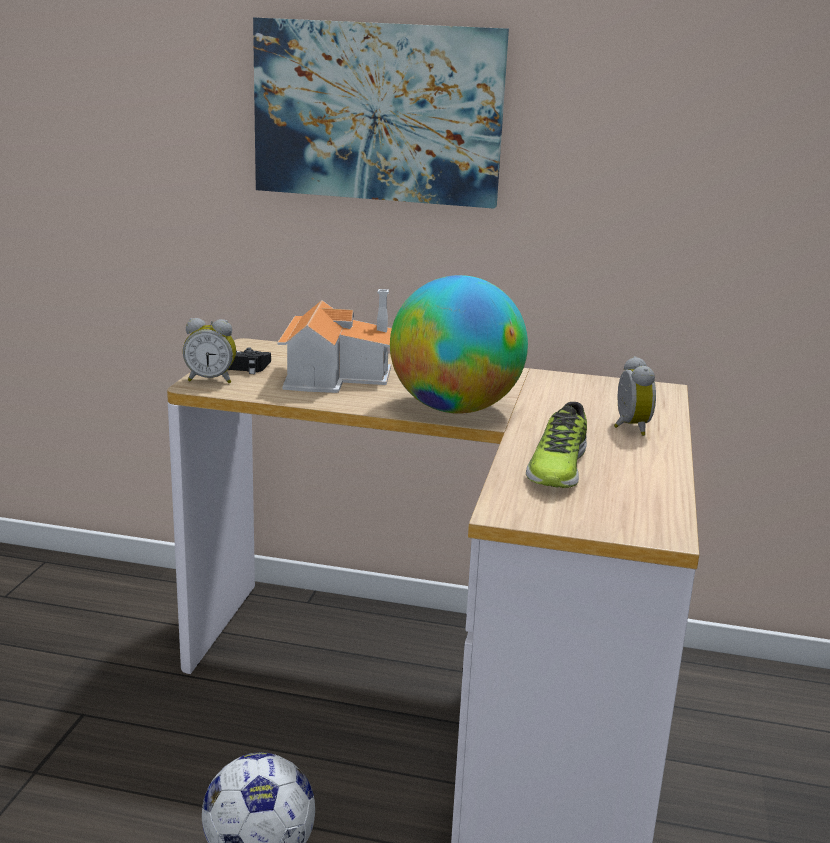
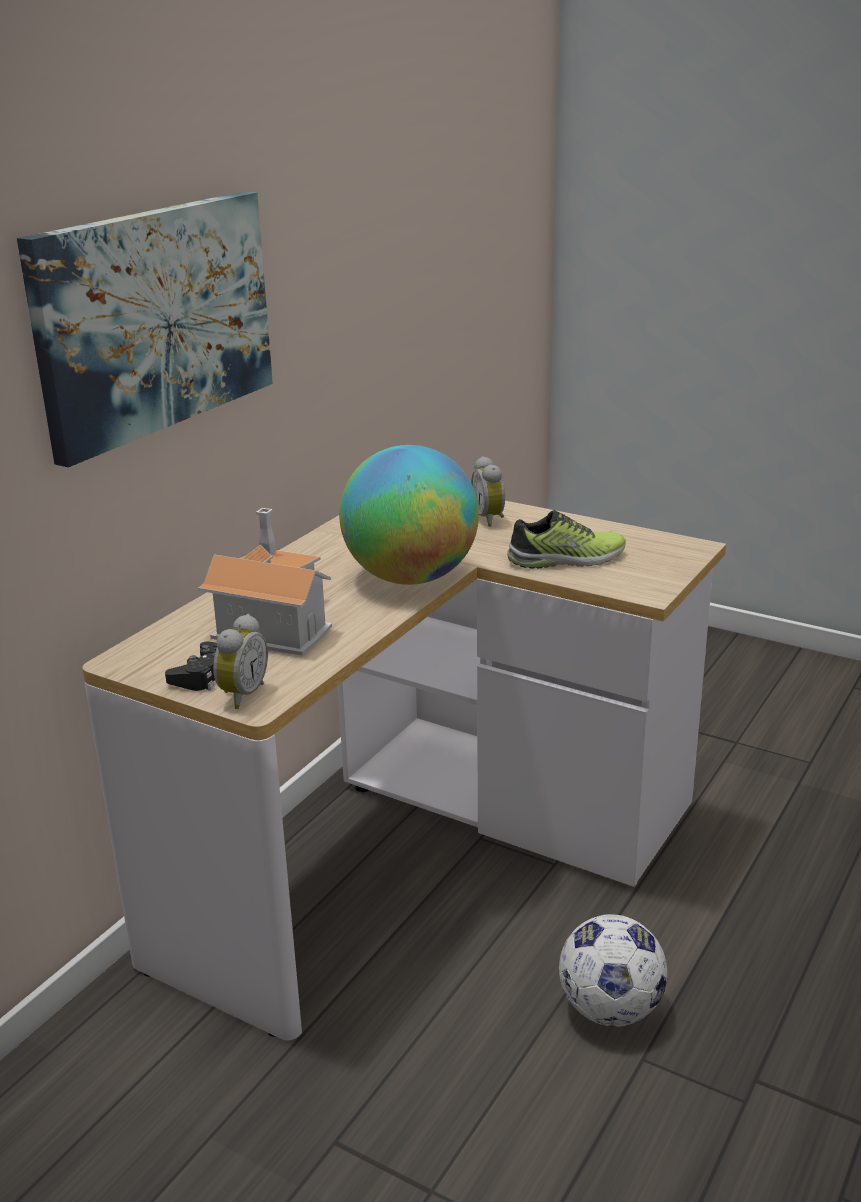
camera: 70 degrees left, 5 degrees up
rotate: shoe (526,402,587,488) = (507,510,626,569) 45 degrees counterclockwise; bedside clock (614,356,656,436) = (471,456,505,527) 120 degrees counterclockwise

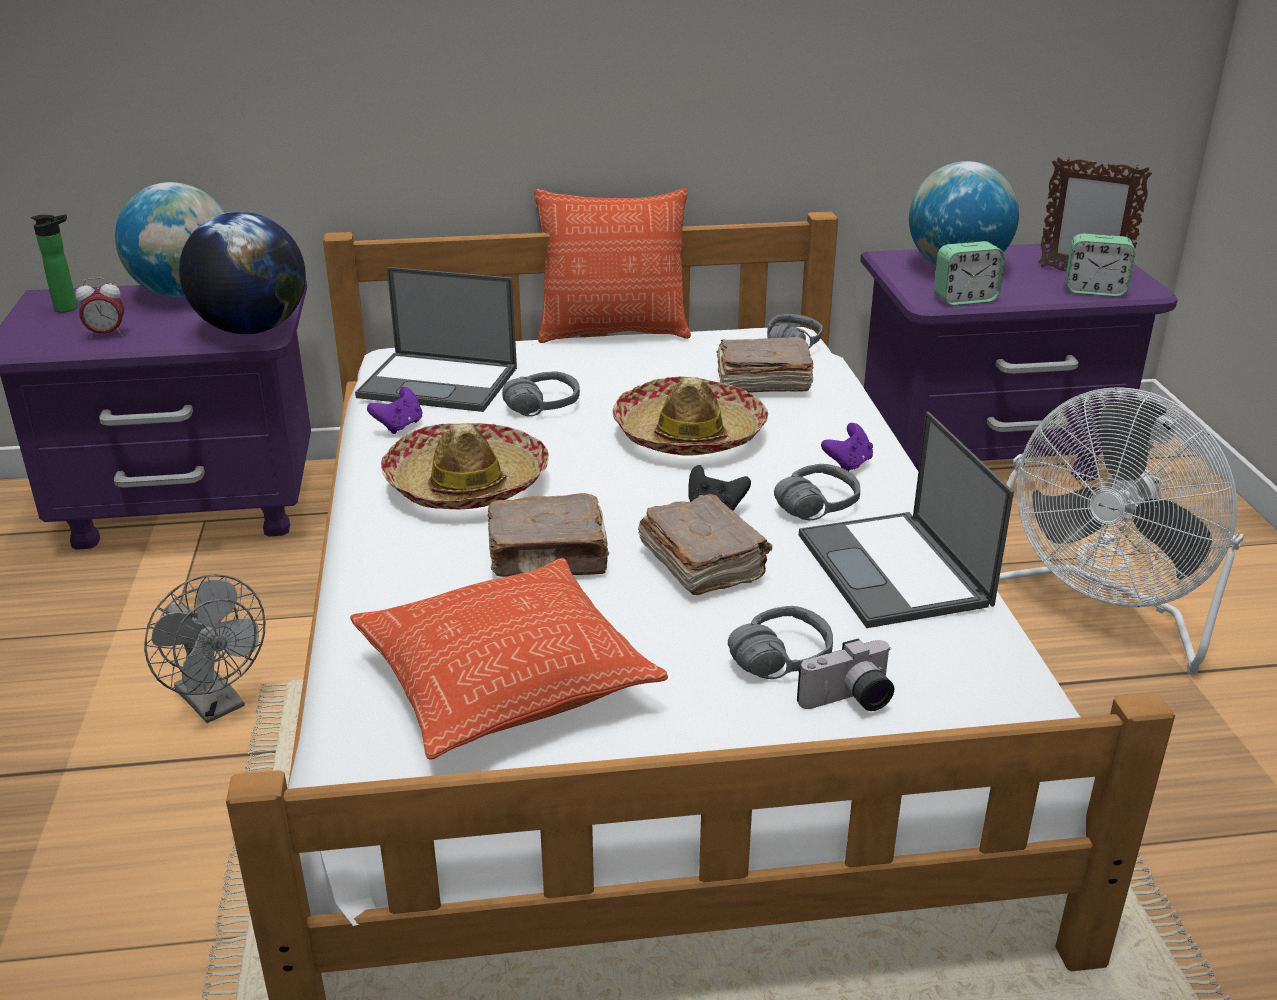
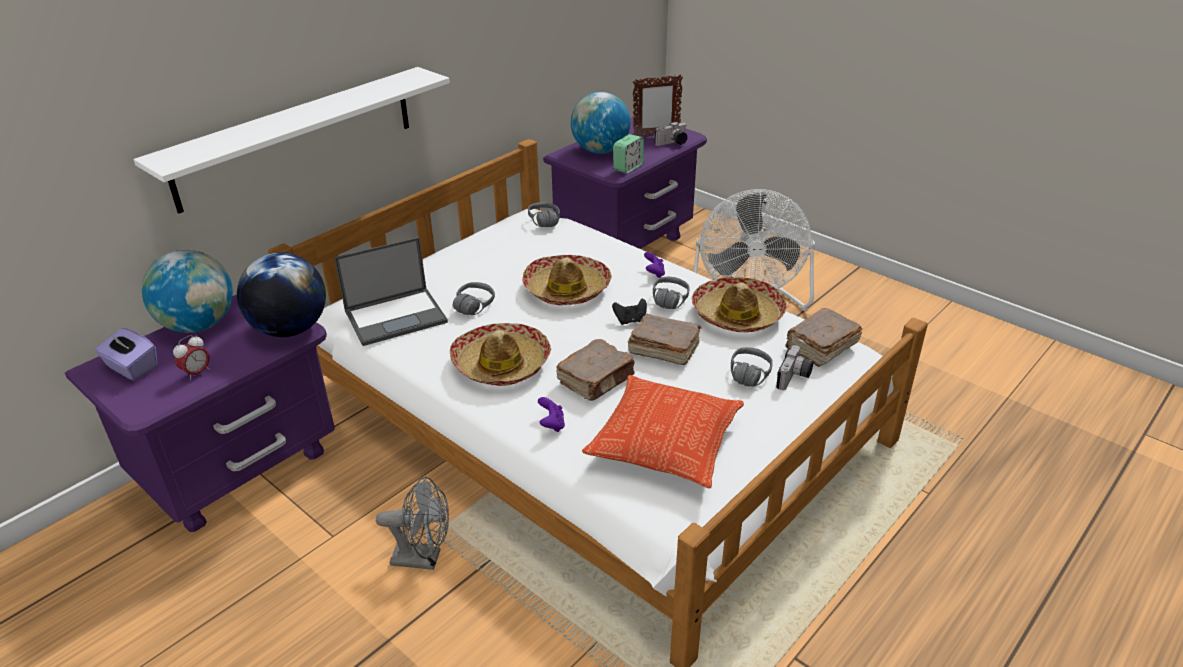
camera: 40 degrees left, 5 degrees up
delete: orange cushion (534,188,691,343)
insert: white-coloured shelf (133,67,450,214)
move: purple-coloured game controller (367,387,422,434) to (538,397,565,432); brownish bound book (717,337,813,393) to (785,308,862,367)
replace: drink bottle (31,214,78,313) to purple-coloured box of tissues (95,328,157,381); notebook computer (799,411,1014,628) to hat (692,277,787,332); bedside clock (1066,234,1135,297) to still camera (655,122,688,146)

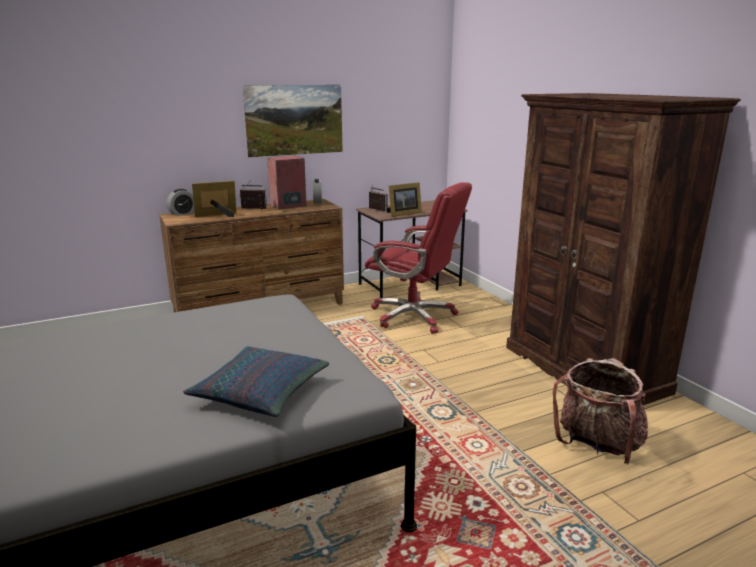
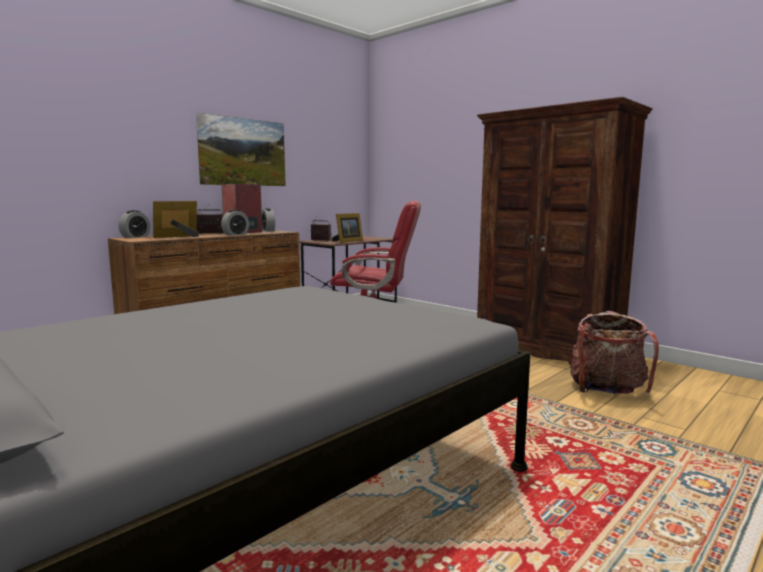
camera: 20 degrees left, 10 degrees down
delete: blue-coloured cushion (183,346,329,417)
insert: bedside clock (221,210,249,235)

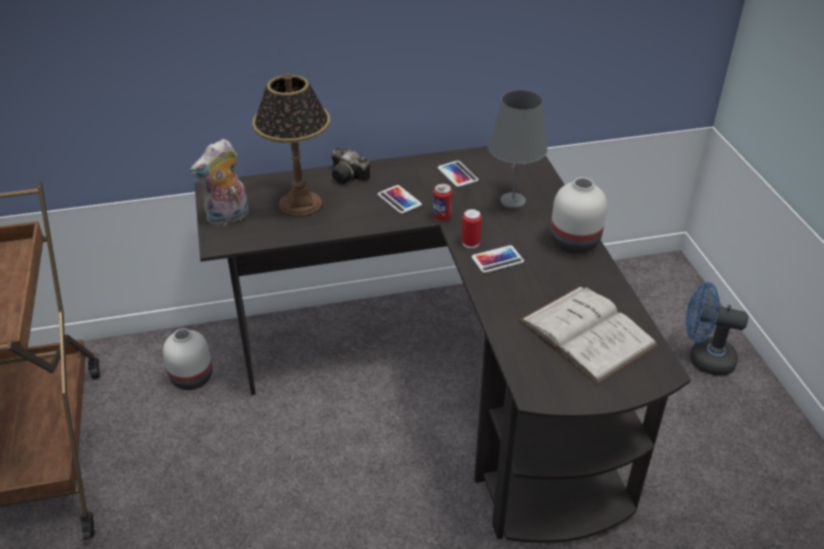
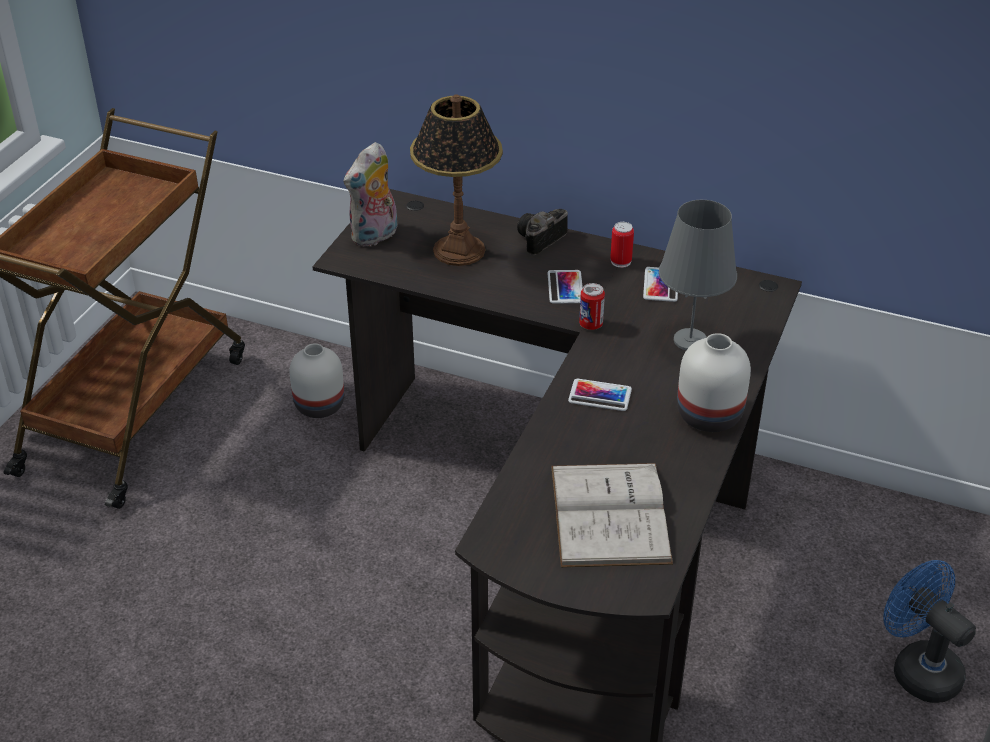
camera: 35 degrees right, 0 degrees up
move: sealed can (462,209,482,248) to (610,222,634,268)
rotate: soft toy (190,139,249,226) = (344,142,398,247) 45 degrees counterclockwise; still camera (331,148,370,184) = (517,209,568,255) 60 degrees clockwise

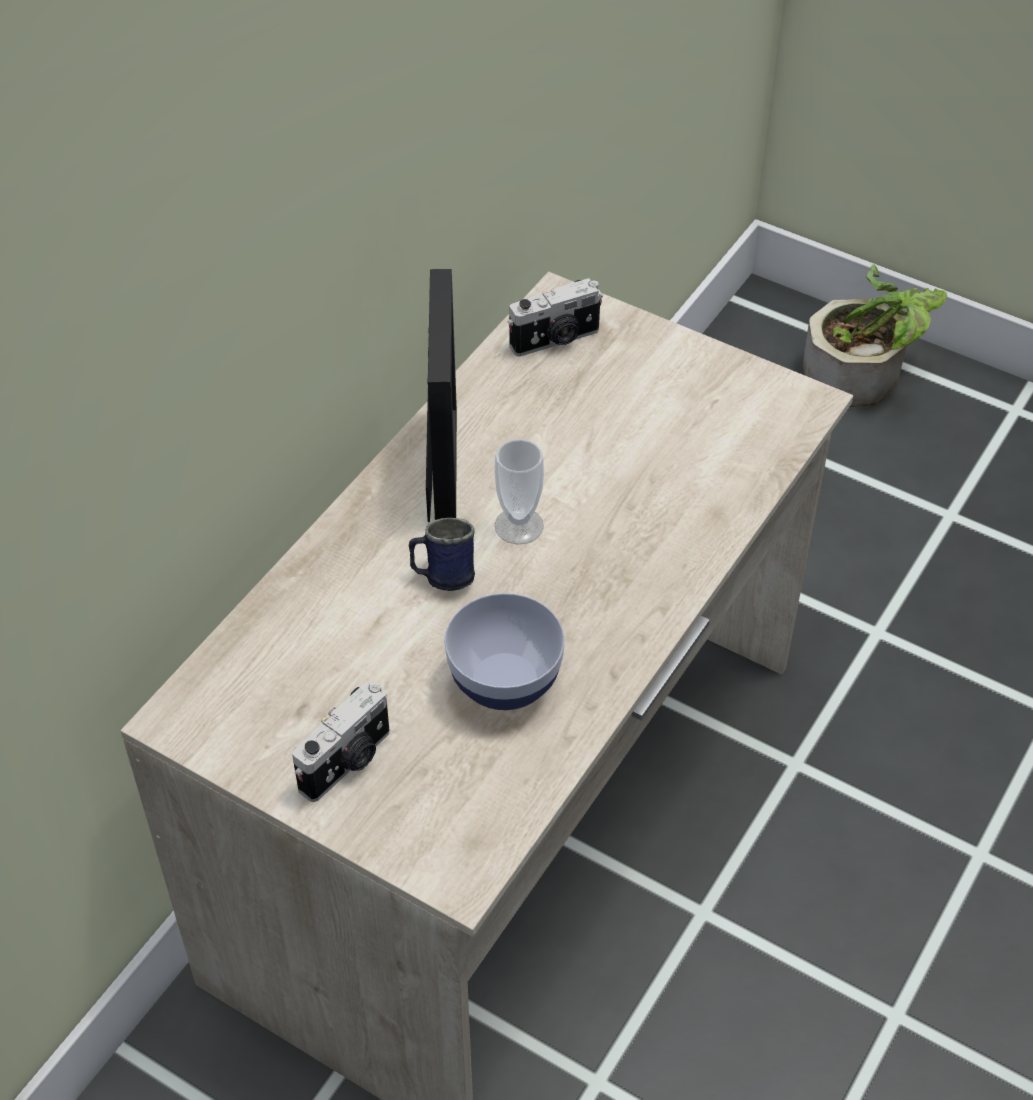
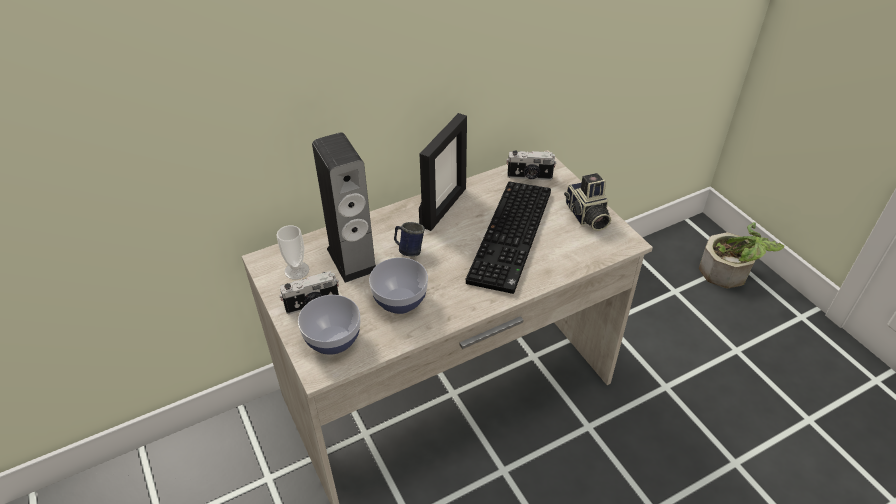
camera: 30 degrees right, 5 degrees down
insert: serving bowl (298,295,361,354); audio speaker (312,132,376,283); keyboard (466,181,551,294); still camera (564,173,611,231)
move: cup (495,439,544,545) to (277,225,309,279)

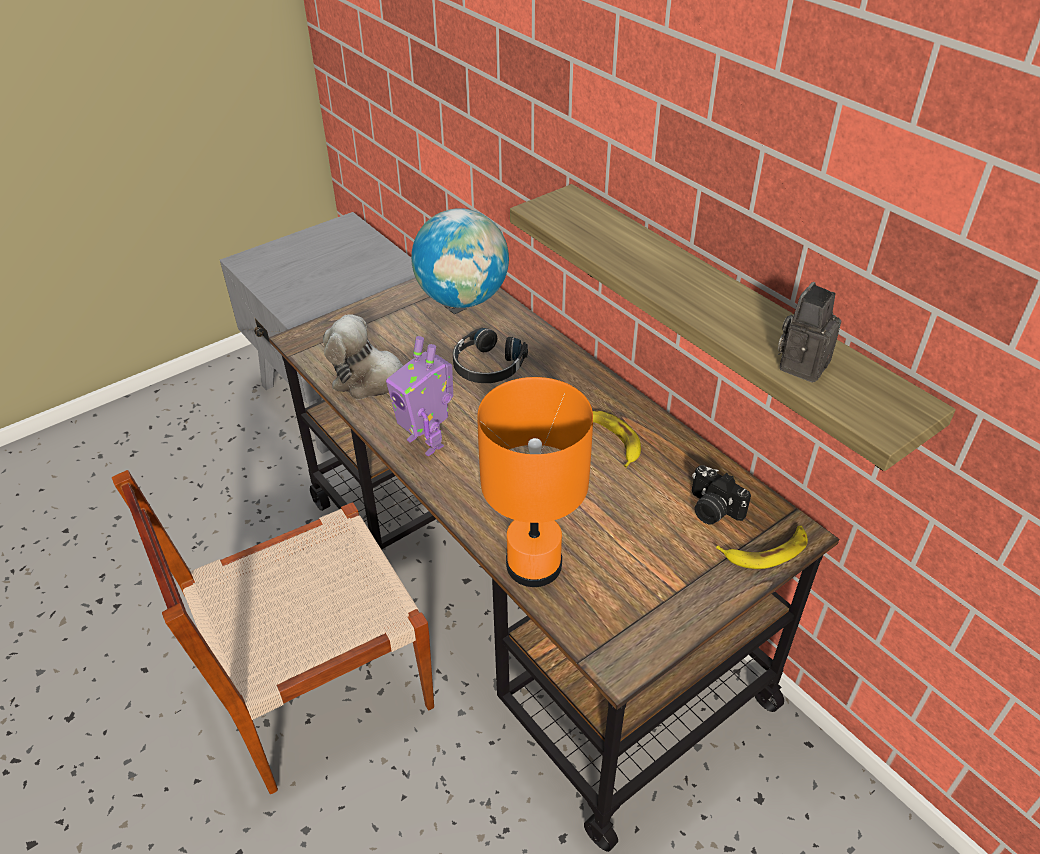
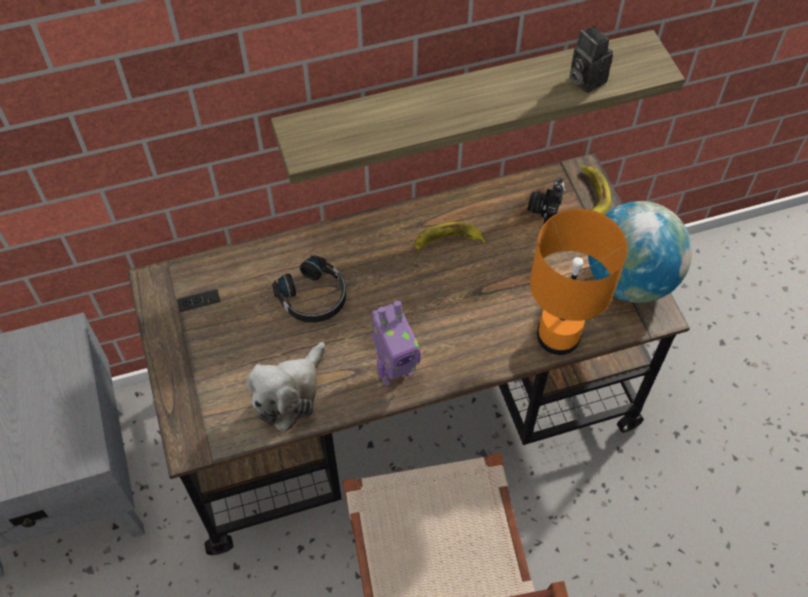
camera: 70 degrees left, 15 degrees up
move: world globe (411,208,509,308) to (588,201,692,303)
rotate: still camera (692,465,751,525) = (527,178,565,225) 135 degrees clockwise

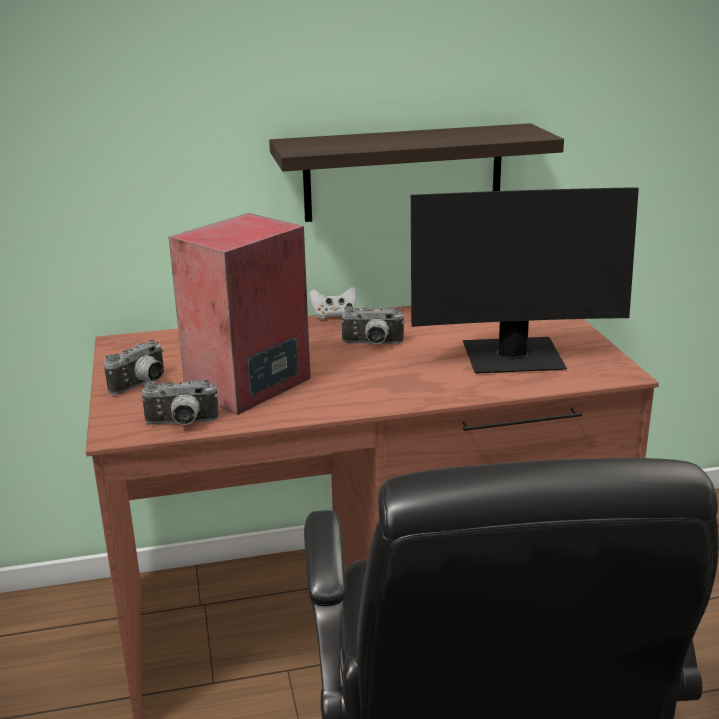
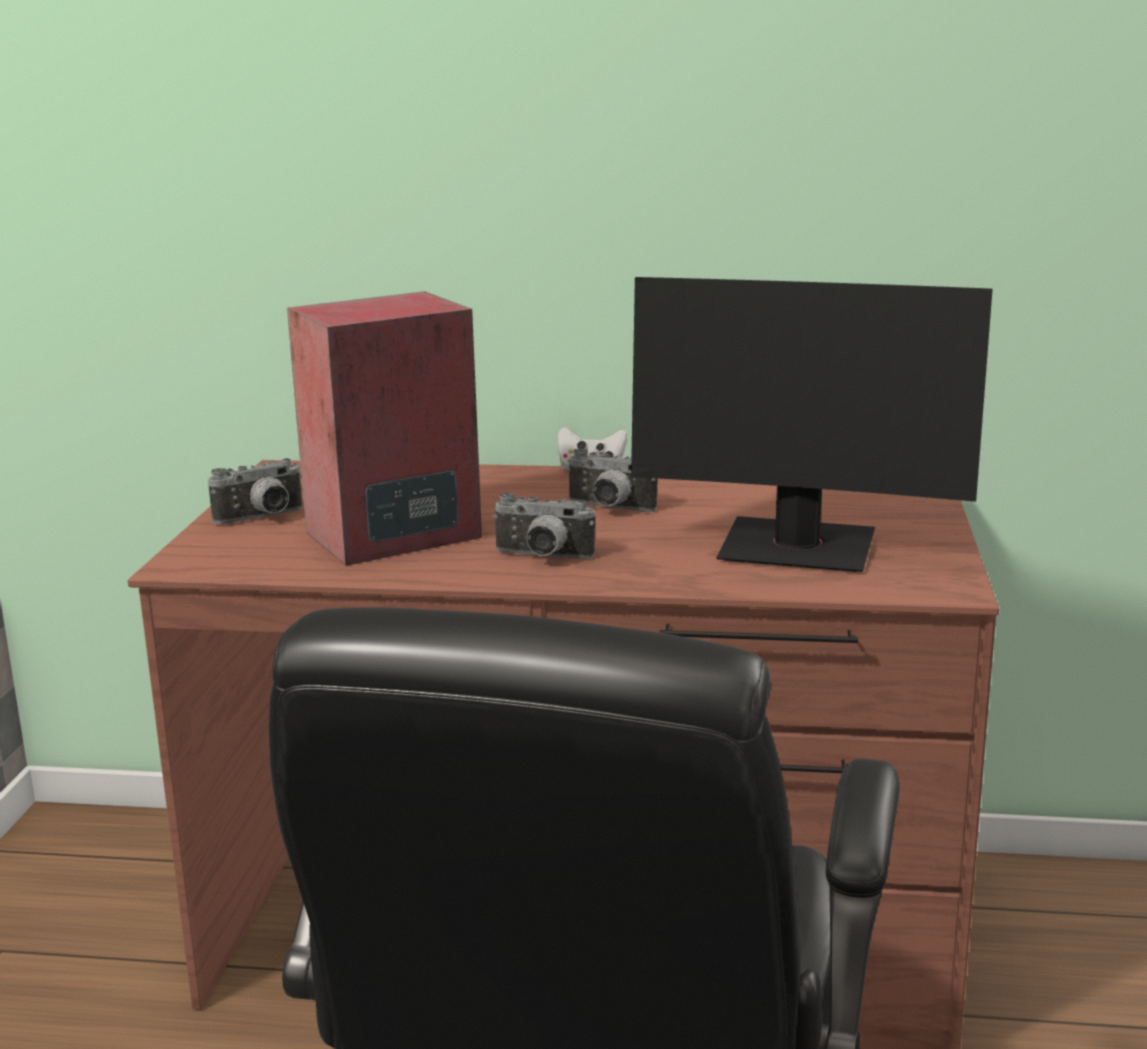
camera: 20 degrees right, 5 degrees down
delete: shelf (269,123,564,222)
move: still camera (141,380,218,425) to (492,493,595,559)

